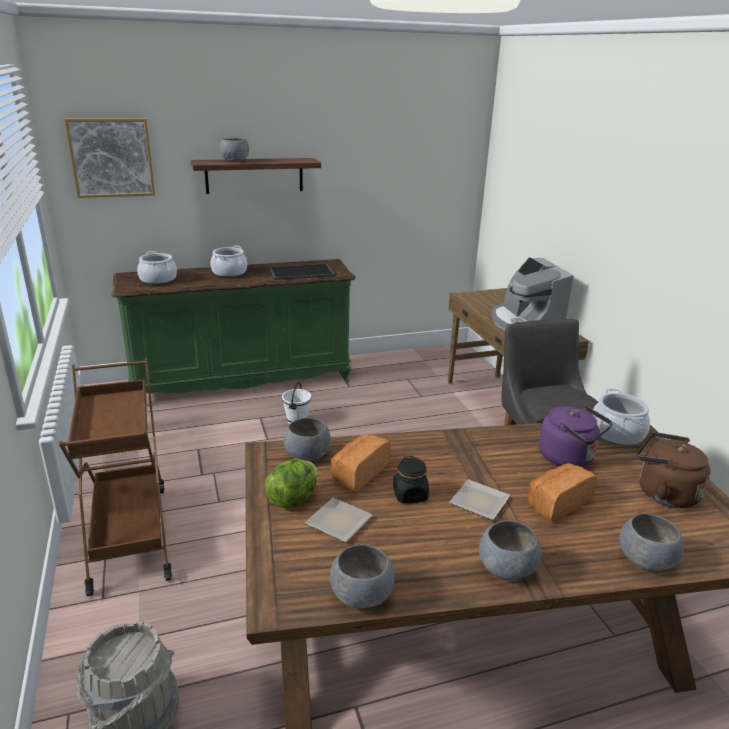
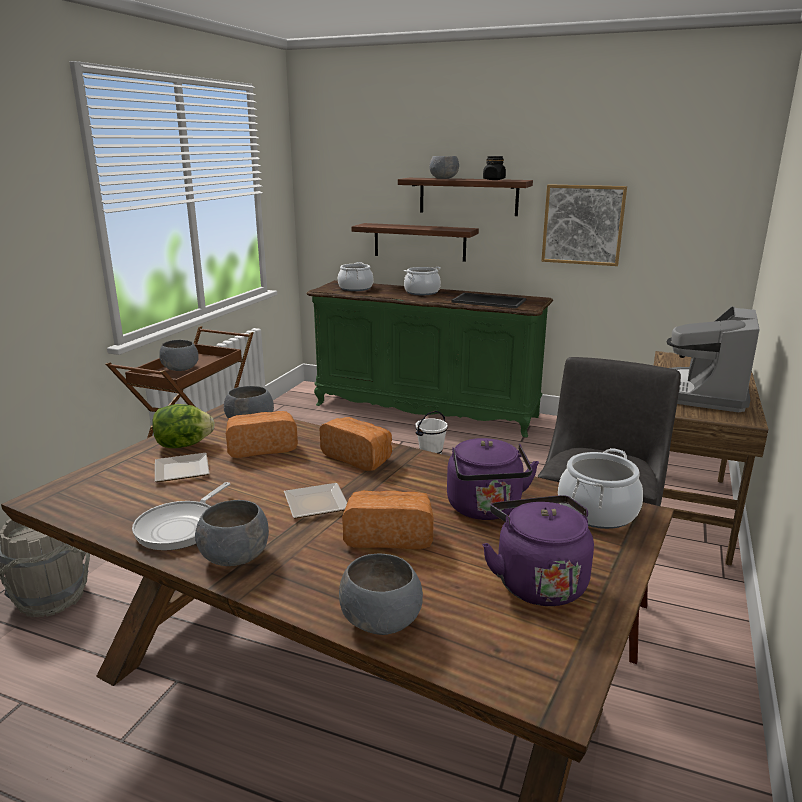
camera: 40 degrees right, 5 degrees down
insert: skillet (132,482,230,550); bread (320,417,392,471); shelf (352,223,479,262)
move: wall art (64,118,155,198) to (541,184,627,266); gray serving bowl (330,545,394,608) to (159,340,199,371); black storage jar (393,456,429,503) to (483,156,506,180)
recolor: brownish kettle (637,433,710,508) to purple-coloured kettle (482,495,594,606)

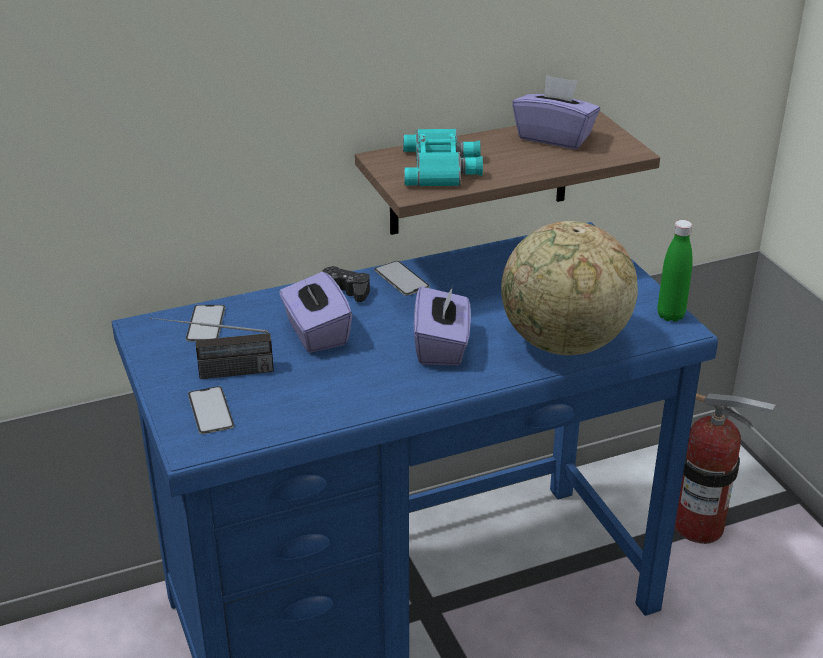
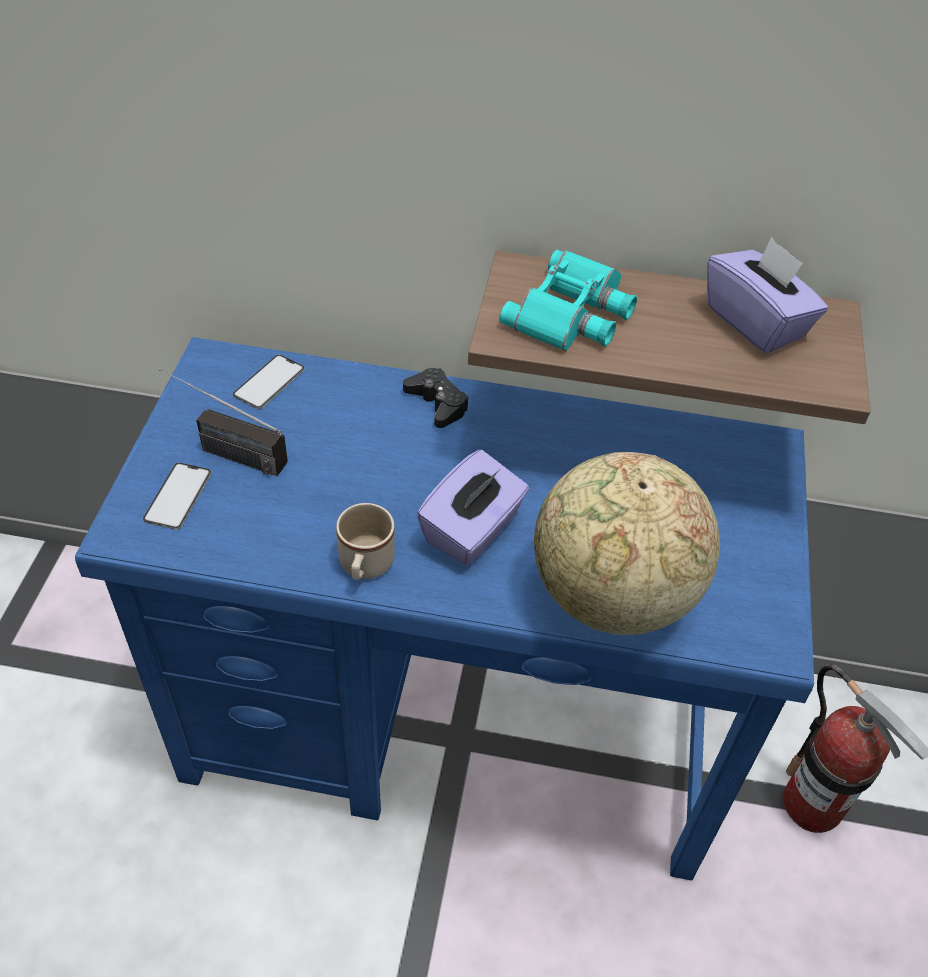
camera: 30 degrees right, 15 degrees up
delete: purple-coloured box of tissues (279,272,352,353); handset (375,261,430,296); green-coloured drink bottle (657,220,693,322)
insert: beige coffee mug (336,503,395,580)

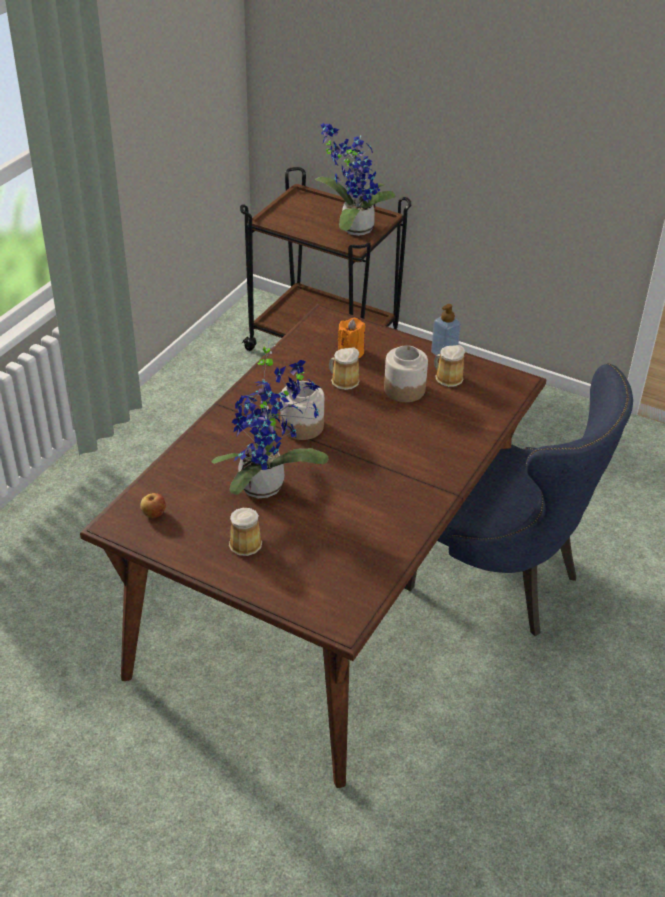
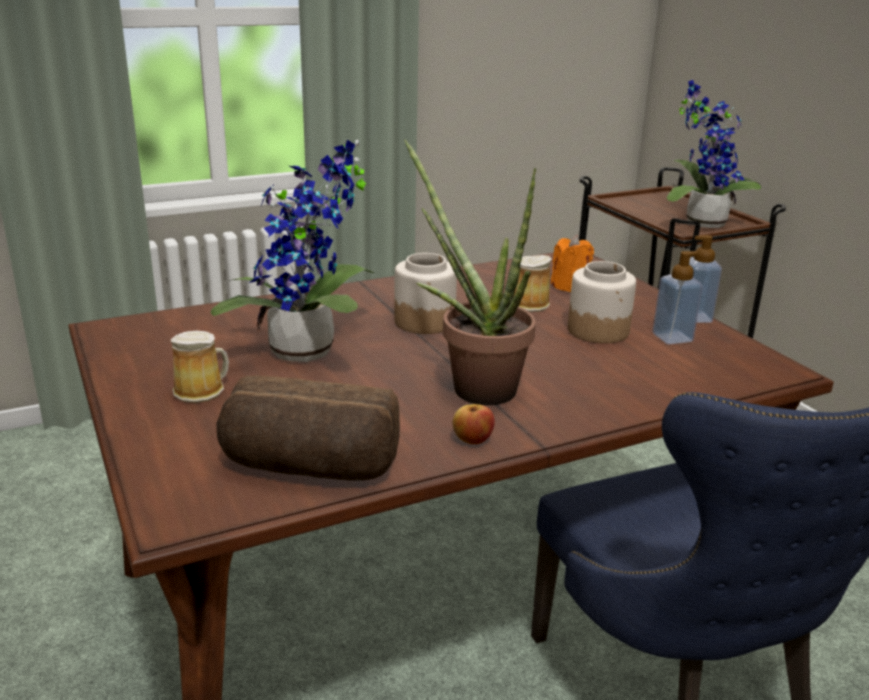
camera: 35 degrees right, 15 degrees down
insert: bread (216,376,400,481); potted plant (404,139,536,405)
move: apple (140,493,166,518) to (453,404,495,444)
replace: coffee mug (434,345,465,387) to liquid soap bottle (652,251,703,344)

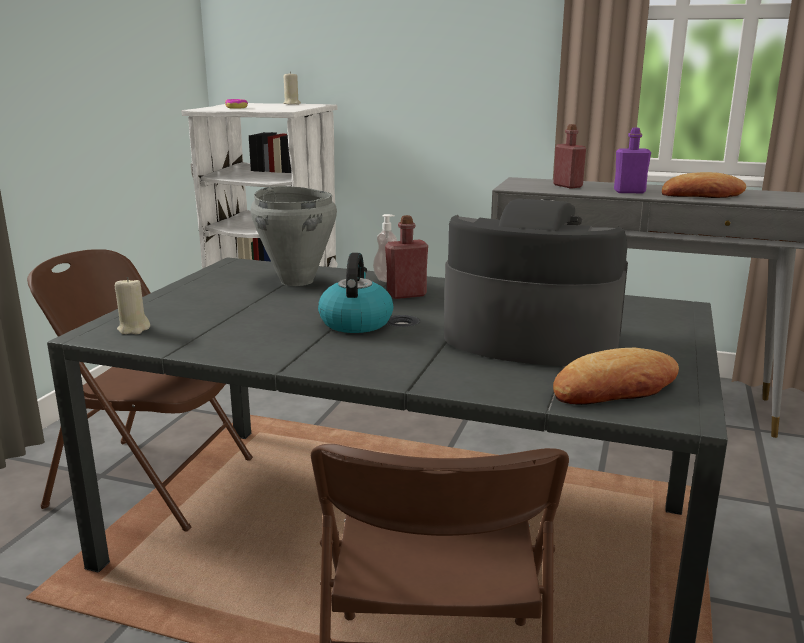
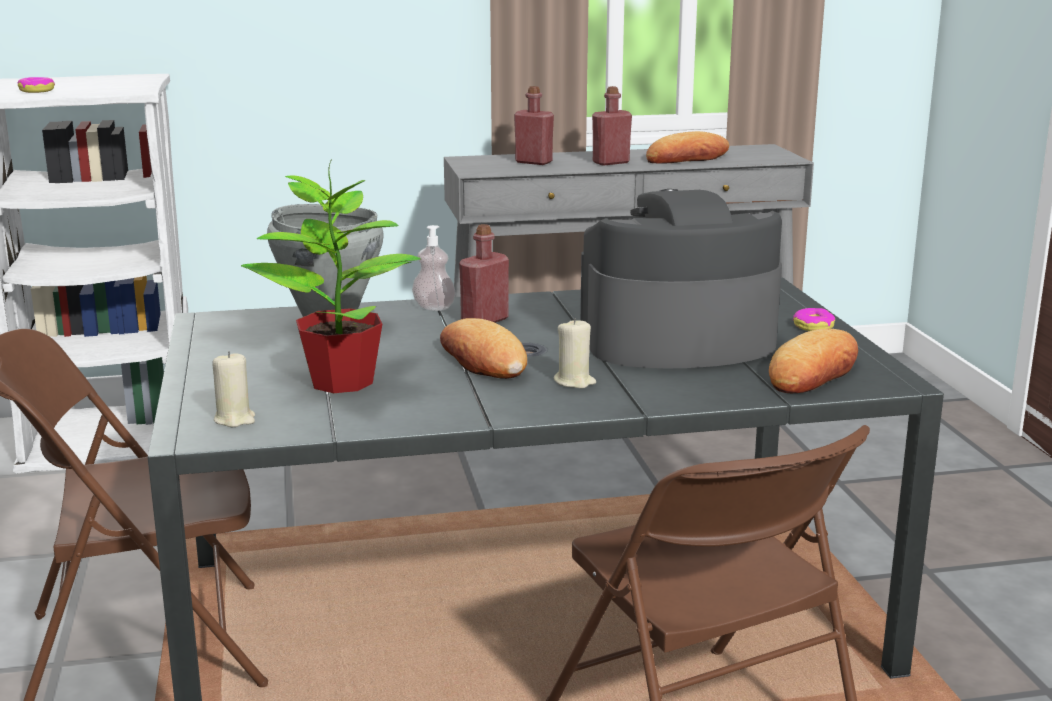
camera: 30 degrees left, 0 degrees up
insert: potted plant (241,159,421,393); doughnut (793,308,835,331)
move: beige candle (283,72,301,105) to (554,318,596,388)
replace: kettle (318,253,393,333) to bread (440,318,527,379)
recolor: purple-coloured drink bottle (614,128,651,193) to red drink bottle (592,86,632,166)

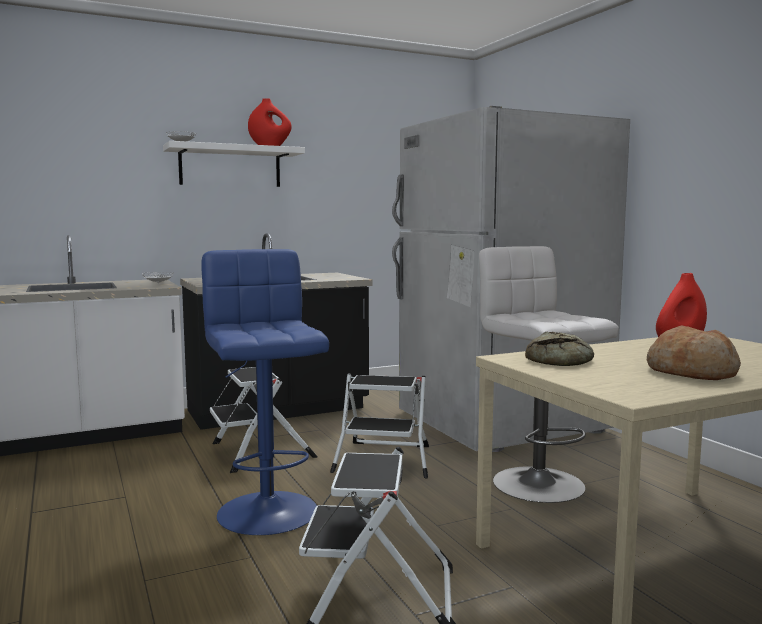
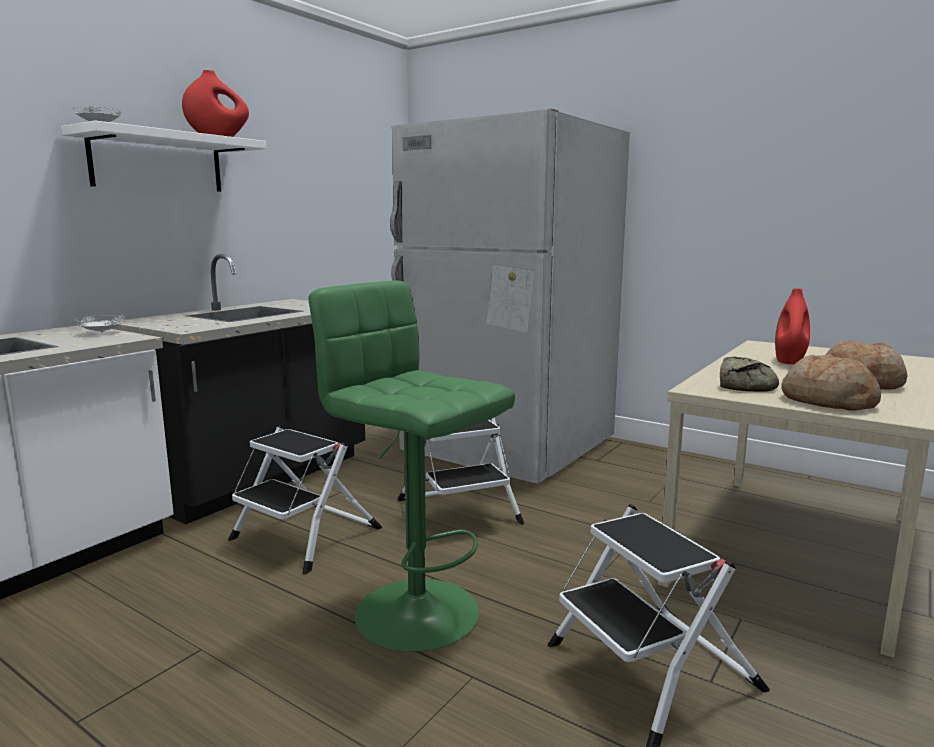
camera: 30 degrees left, 5 degrees up
delete: white-coloured stool seat (479,246,619,503)
insert: bread (781,355,881,411)
recolor: blue-coloured stool seat (201,249,329,535) to green-coloured stool seat (308,280,515,652)

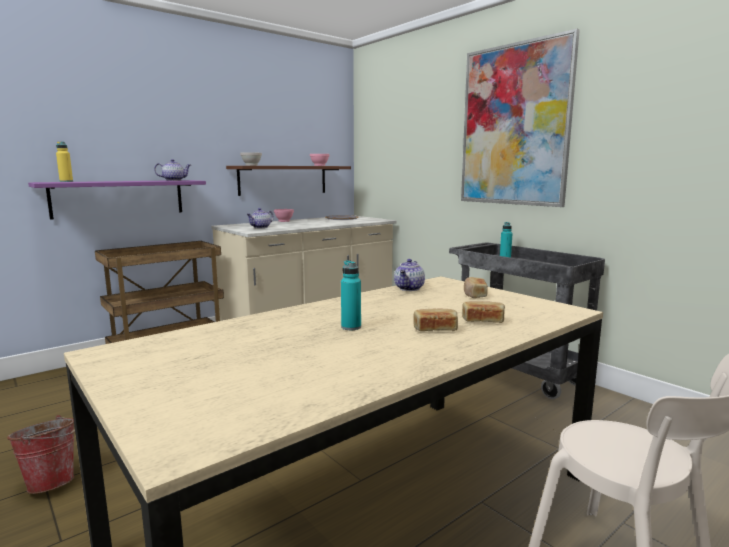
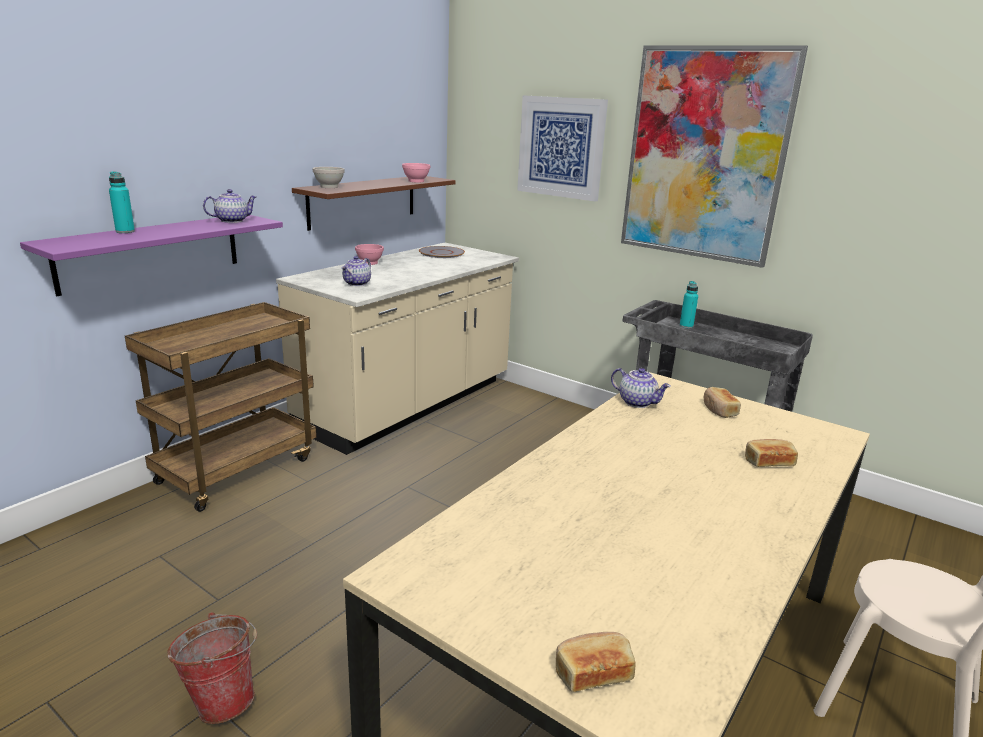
camera: 15 degrees left, 10 degrees up
delete: yellow drink bottle (56,142,73,182)
insert: wall art (517,95,608,202)
move: turquoise-coloured drink bottle (341,260,361,330) to (109,171,135,233); bread (413,309,458,331) to (556,632,636,692)
rotate: tea pot (394,259,425,291) = (611,368,671,408) 60 degrees counterclockwise

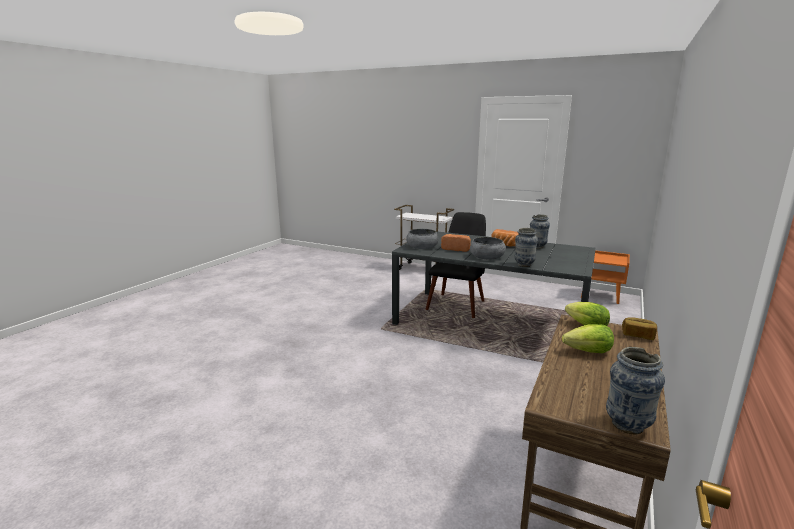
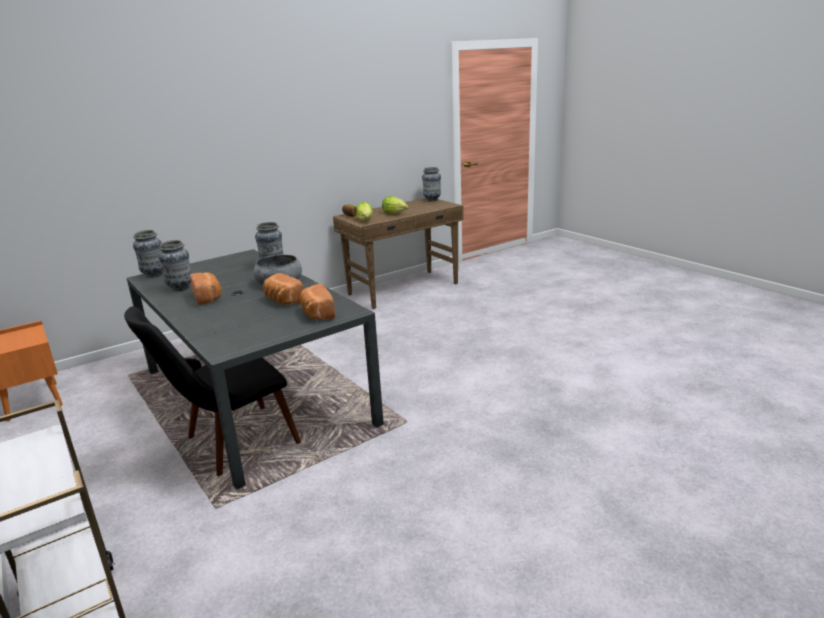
camera: 150 degrees left, 5 degrees up
insert: vase (133,230,163,278)
replace: gray serving bowl (406,229,439,249) to bread (300,284,335,320)

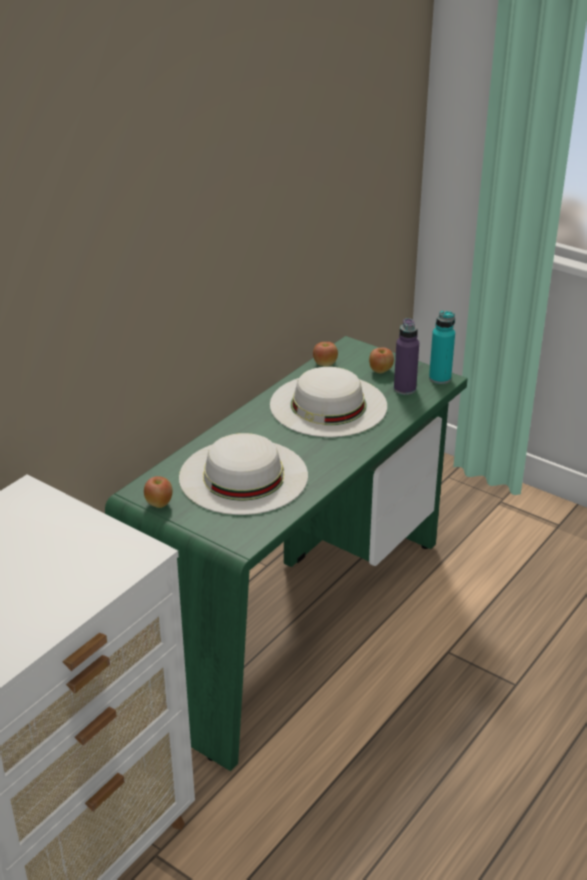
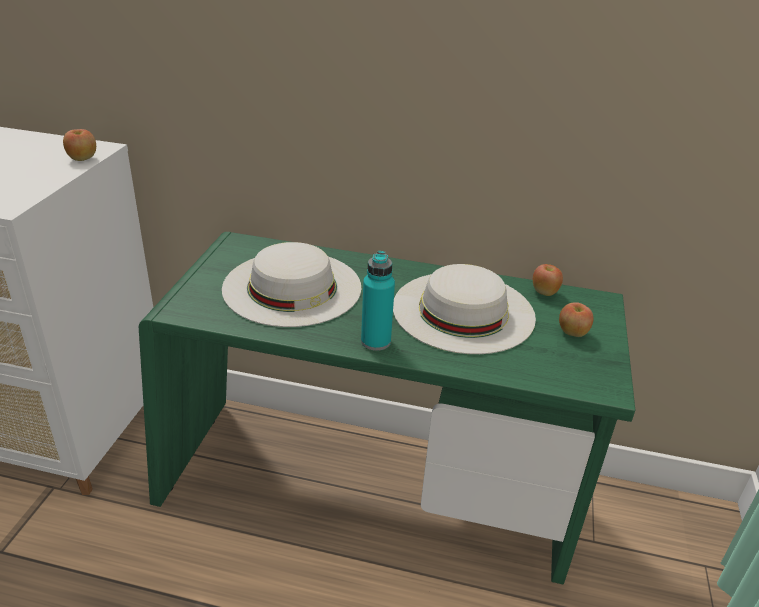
camera: 65 degrees right, 0 degrees up
delete: purple-coloured drink bottle (394,318,419,395)
move: apple (144,476,172,508) to (63,129,96,161); turquoise-coloured drink bottle (429,310,455,384) to (361,251,395,351)

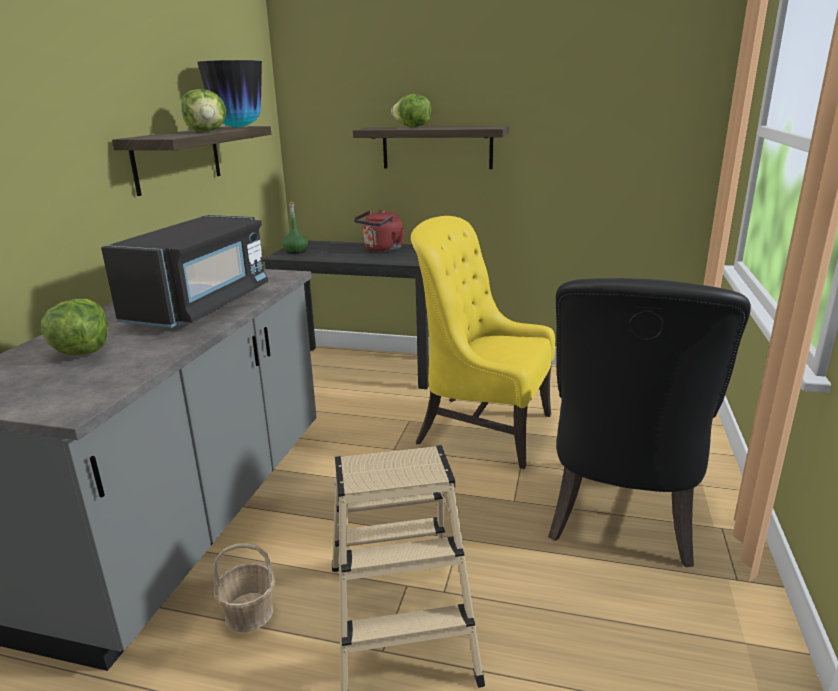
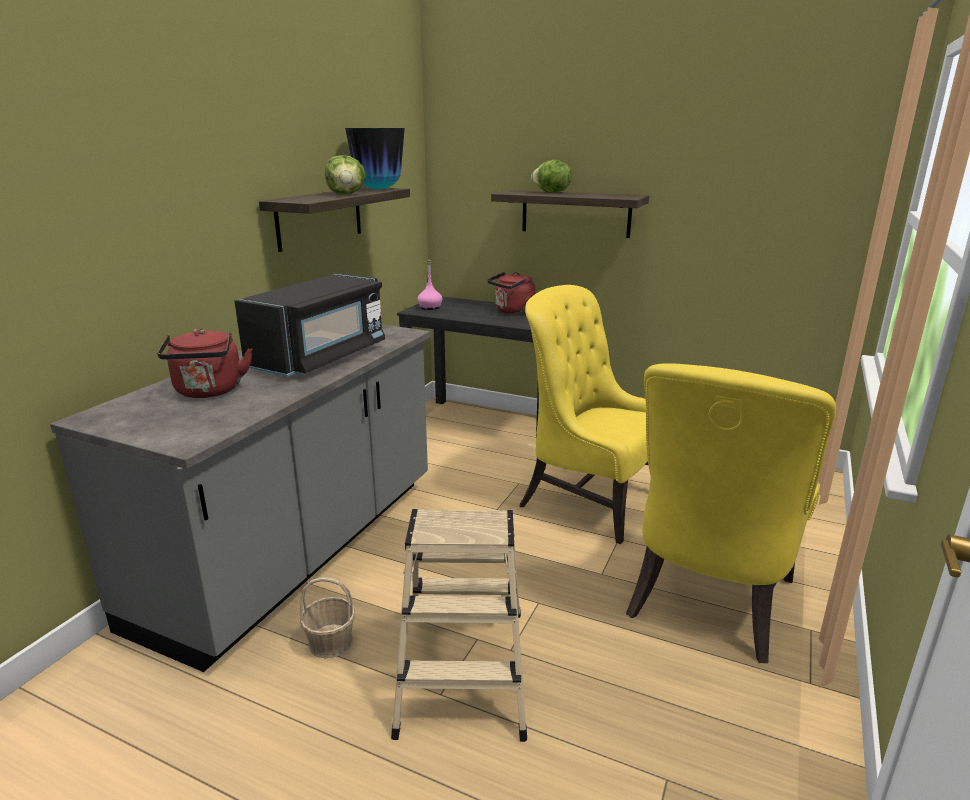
camera: 10 degrees right, 0 degrees up
replace: lettuce head (41,299,108,355) to red kettle (157,329,252,398)
recolor: green-coloured drink bottle (282,202,308,254) to pink-coloured drink bottle (418,260,443,310); black upright chair (548,278,751,567) to yellow upright chair (626,363,836,663)

